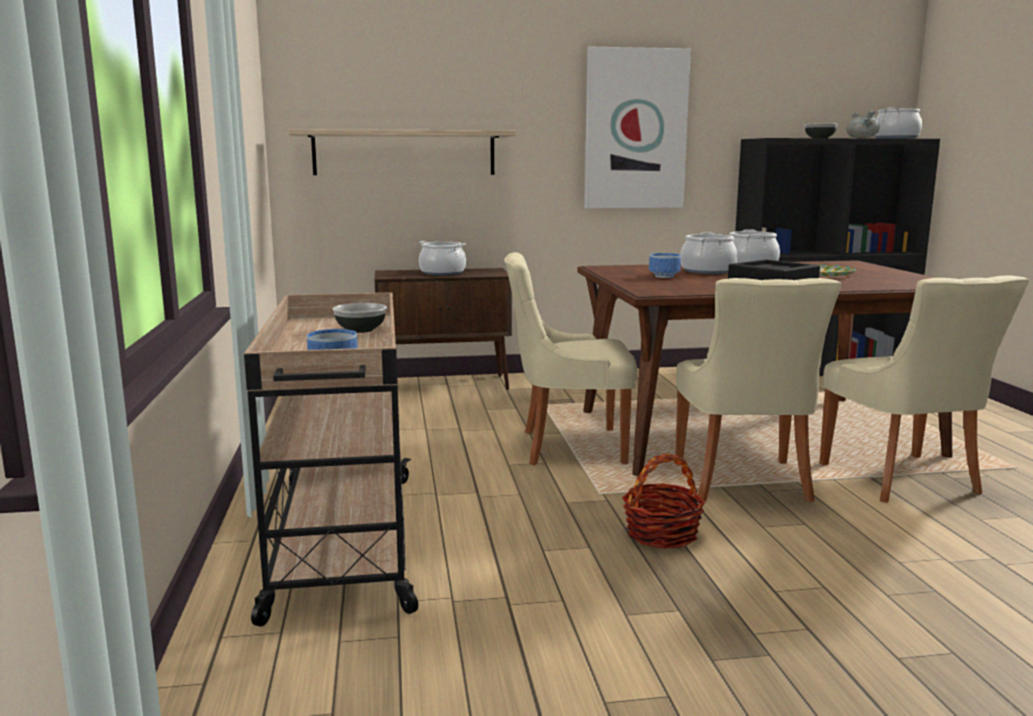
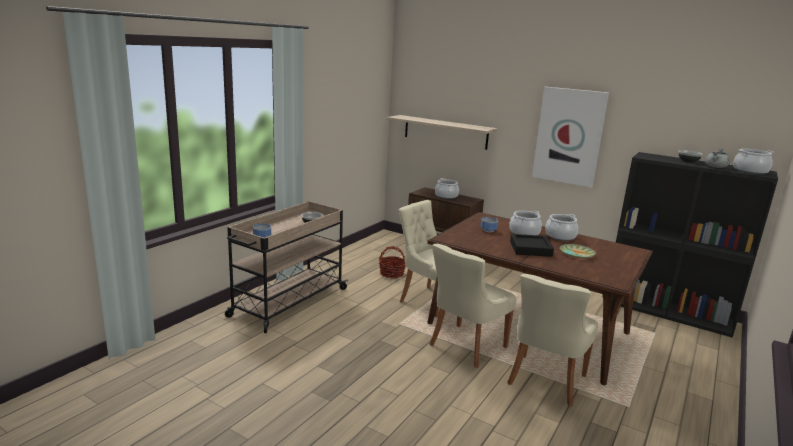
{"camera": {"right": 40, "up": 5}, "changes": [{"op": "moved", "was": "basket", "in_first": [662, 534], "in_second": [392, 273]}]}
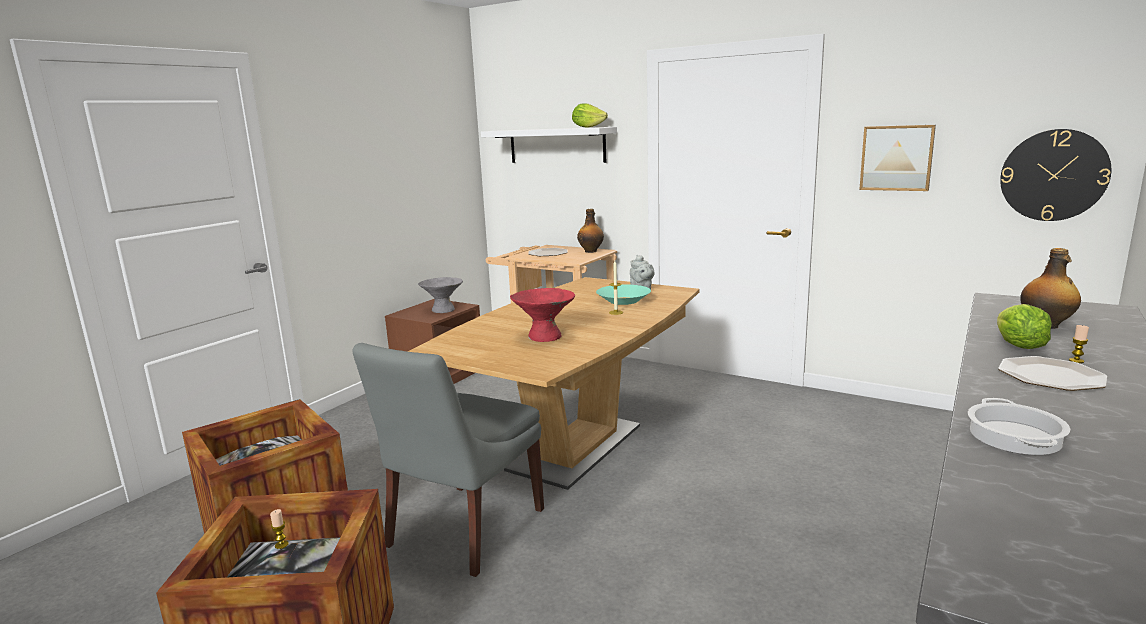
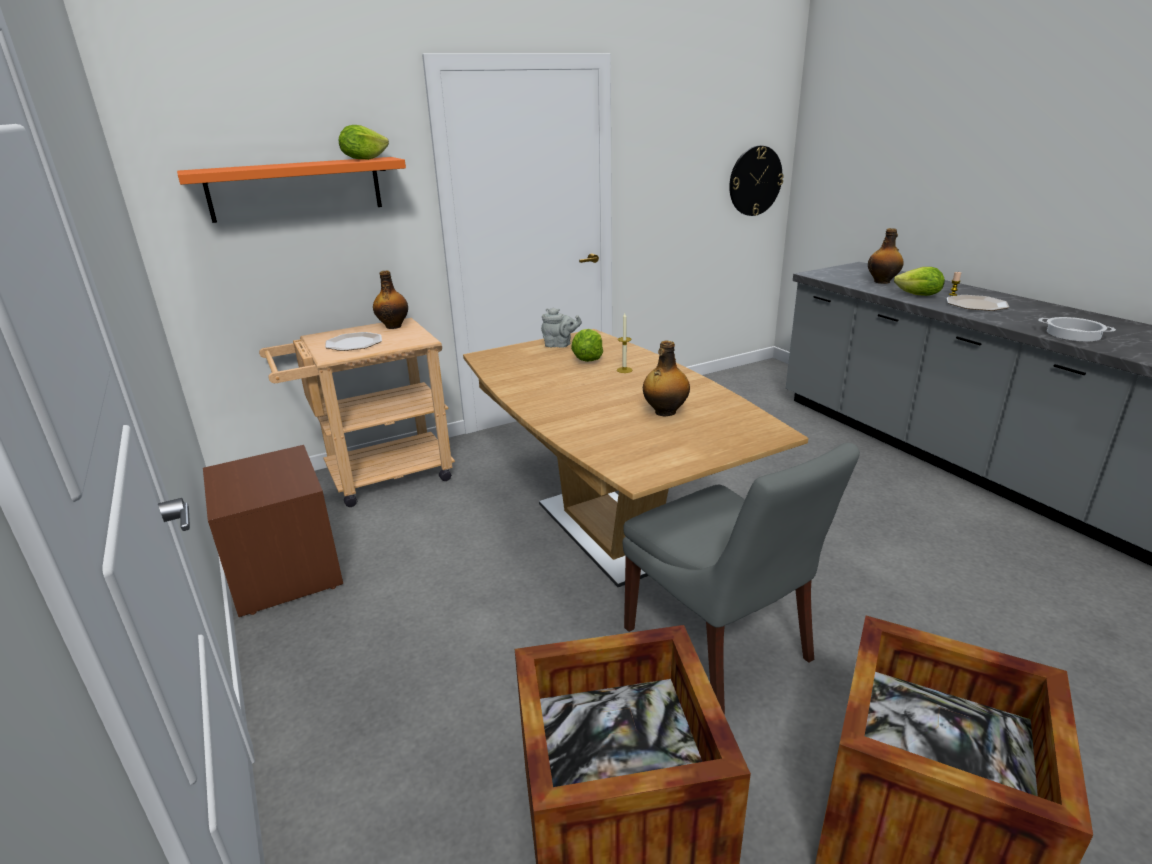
{"camera": {"right": -60, "up": 10}, "changes": [{"op": "removed", "was": "candle", "in_first": [281, 545]}, {"op": "removed", "was": "grey bowl", "in_first": [443, 310]}, {"op": "removed", "was": "picture", "in_first": [896, 158]}, {"op": "replaced", "was": "red bowl", "now": "bottle", "in_first": [544, 336], "in_second": [664, 412]}, {"op": "replaced", "was": "turquoise bowl", "now": "lettuce", "in_first": [623, 300], "in_second": [588, 359]}, {"op": "recoloured", "was": "white shelf", "now": "orange shelf", "in_first": [557, 145], "in_second": [296, 189]}]}
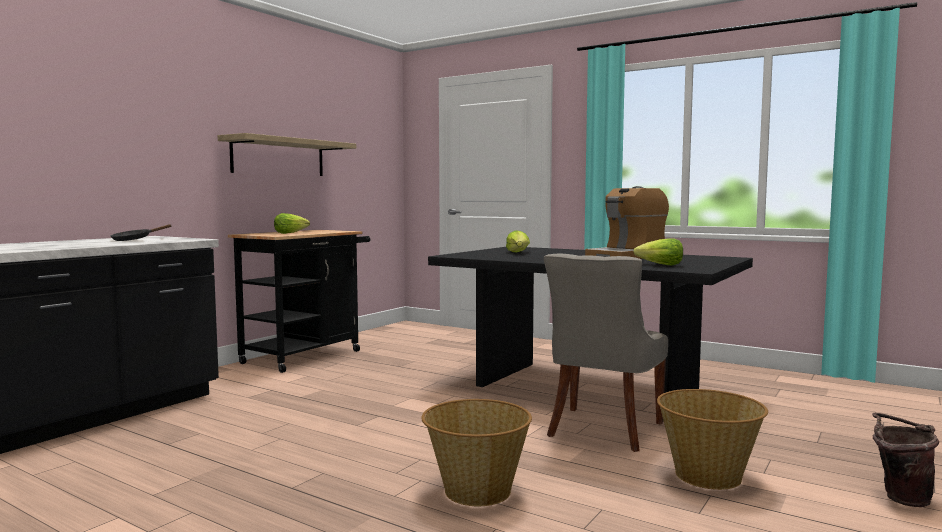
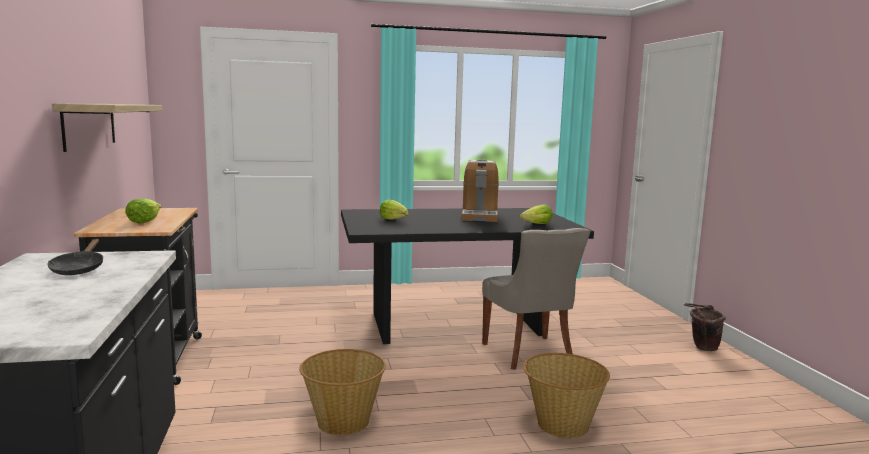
{"camera": {"right": -45, "up": 5}, "changes": [{"op": "moved", "was": "basket", "in_first": [708, 475], "in_second": [343, 421]}]}
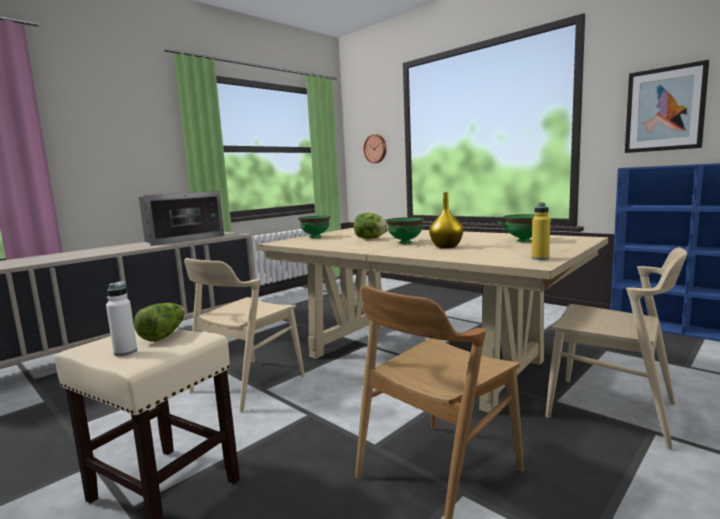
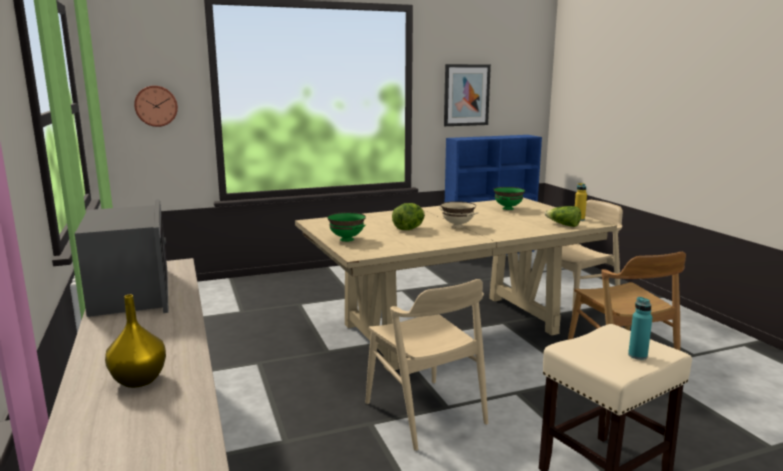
{"camera": {"right": -65, "up": 5}, "changes": [{"op": "moved", "was": "lettuce", "in_first": [164, 335], "in_second": [563, 225]}, {"op": "moved", "was": "yellow vase", "in_first": [446, 247], "in_second": [139, 381]}, {"op": "recoloured", "was": "white bottle", "now": "turquoise bottle", "in_first": [125, 352], "in_second": [637, 355]}, {"op": "recoloured", "was": "green bowl", "now": "beige bowl", "in_first": [405, 242], "in_second": [457, 226]}]}
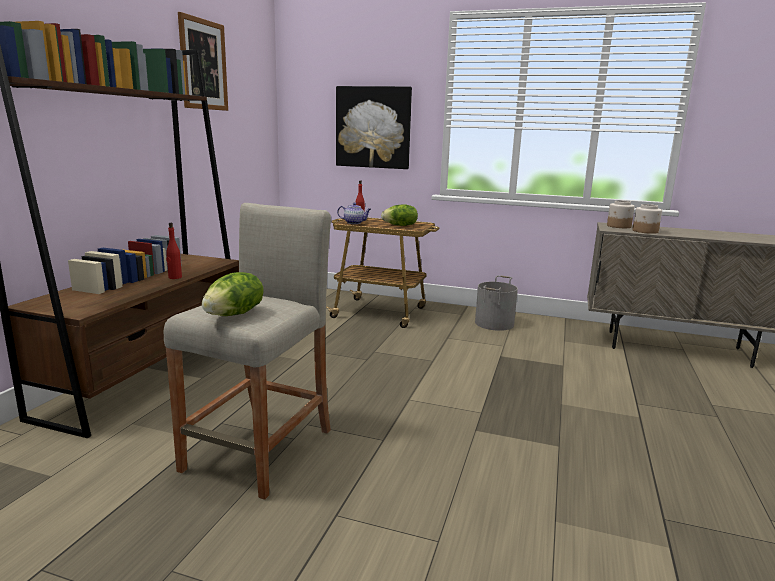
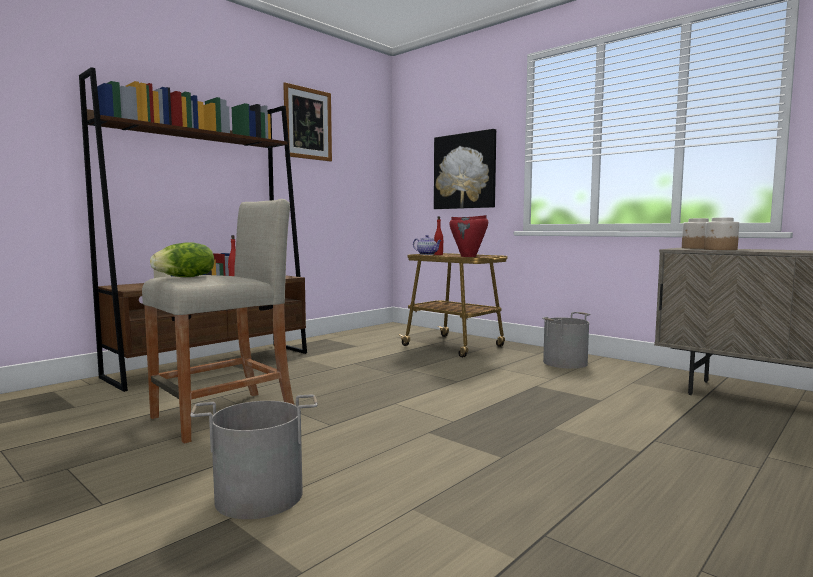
{"camera": {"right": 25, "up": -10}, "changes": [{"op": "added", "now": "grey bucket", "in_second": [259, 495]}, {"op": "replaced", "was": "lettuce", "now": "red cooking pot", "in_first": [400, 225], "in_second": [468, 256]}]}
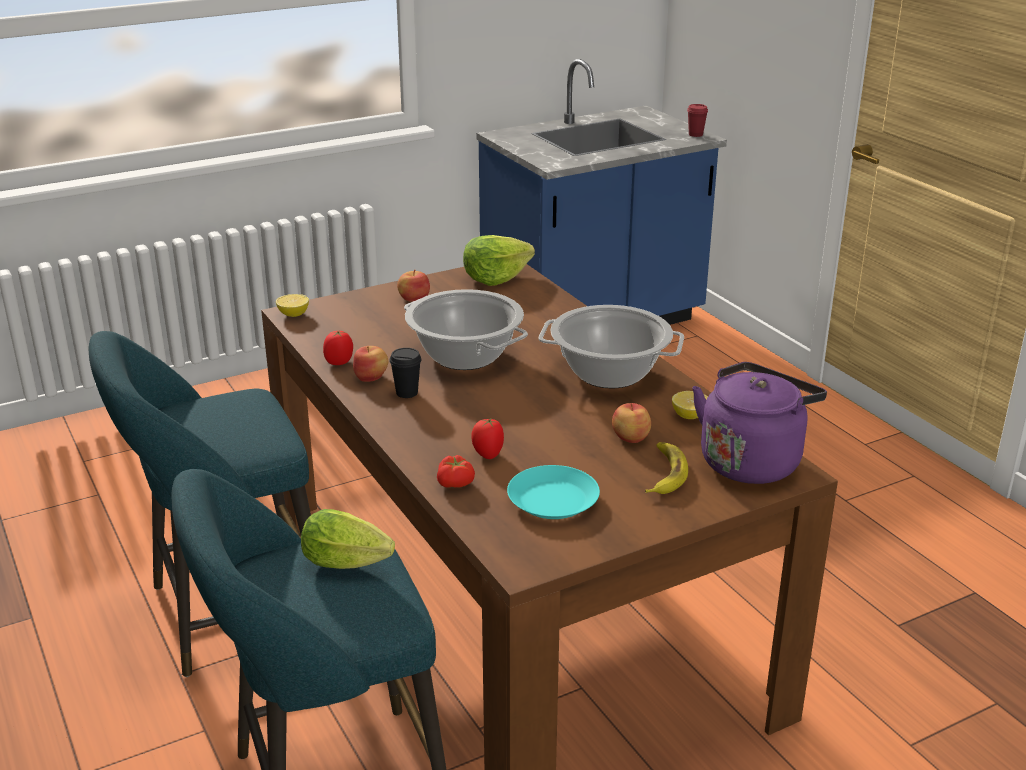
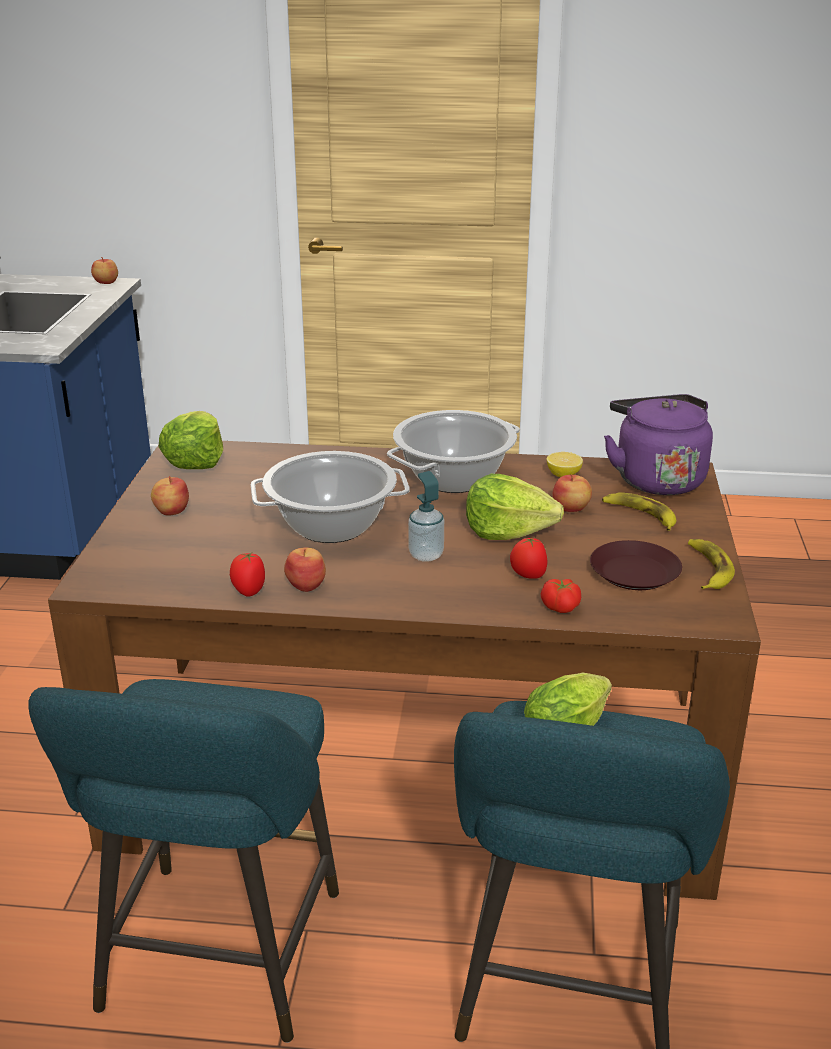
{"camera": {"right": -55, "up": 0}, "changes": [{"op": "removed", "was": "lemon", "in_first": [293, 314]}, {"op": "removed", "was": "black cup", "in_first": [407, 393]}, {"op": "added", "now": "soap dispenser", "in_second": [426, 555]}, {"op": "added", "now": "lettuce", "in_second": [508, 531]}, {"op": "added", "now": "banana", "in_second": [707, 569]}, {"op": "replaced", "was": "red cup", "now": "apple", "in_first": [695, 134], "in_second": [106, 282]}, {"op": "recoloured", "was": "turquoise plate", "now": "brown plate", "in_first": [554, 500], "in_second": [635, 573]}]}
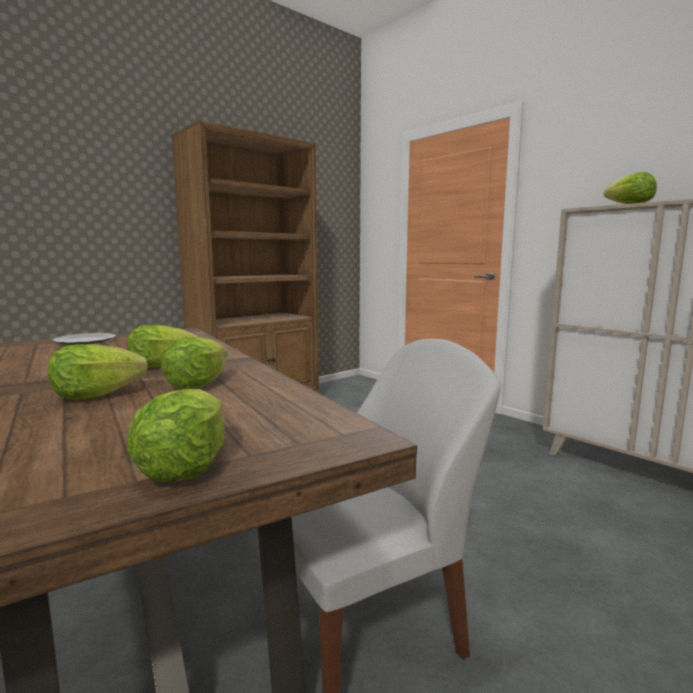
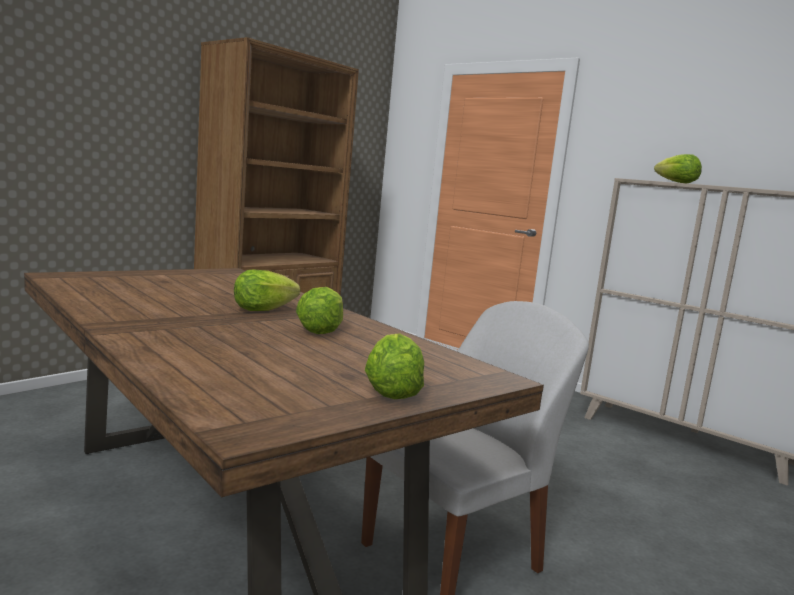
{"camera": {"right": -10, "up": 0}, "changes": [{"op": "removed", "was": "lettuce", "in_first": [96, 395]}, {"op": "removed", "was": "plate", "in_first": [84, 341]}]}
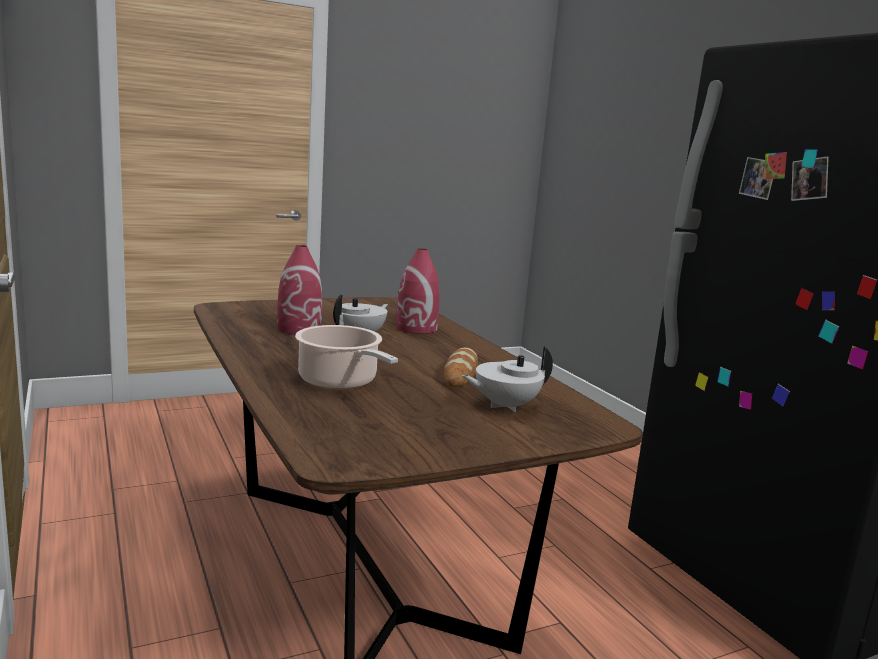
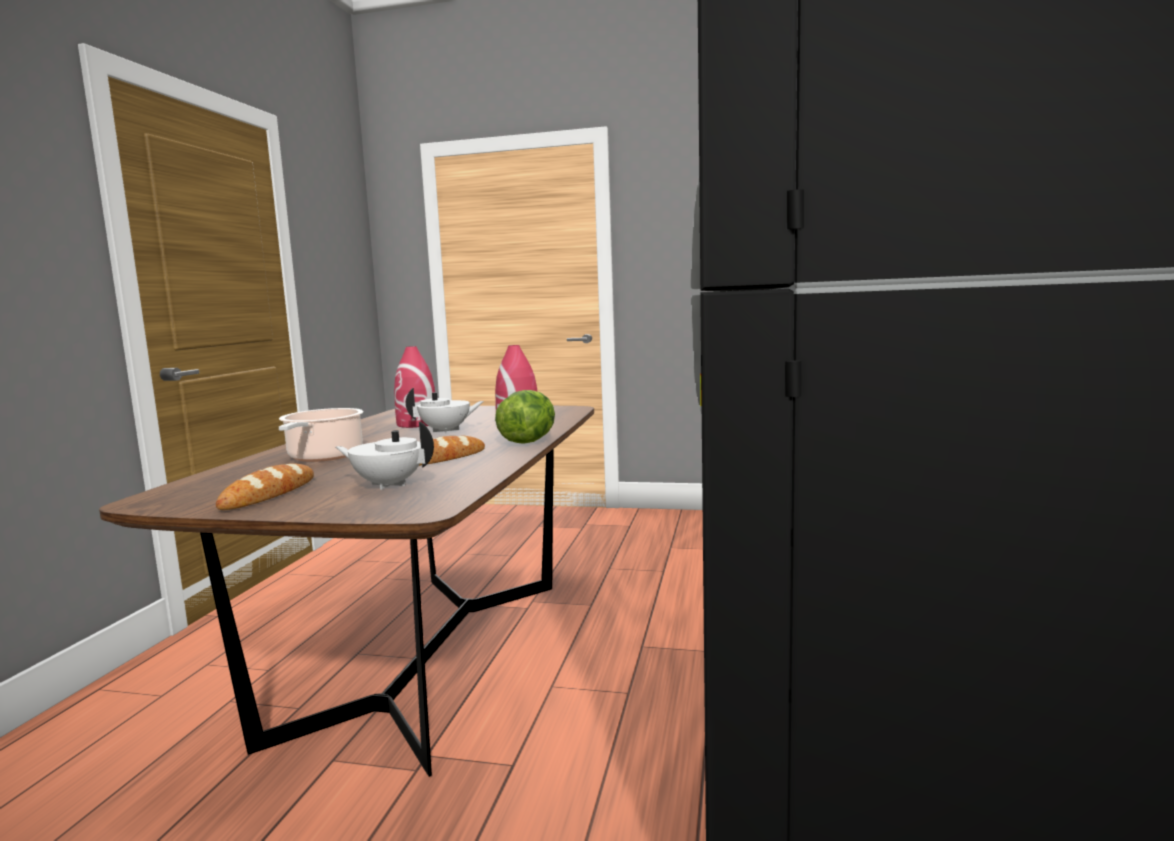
{"camera": {"right": 40, "up": -5}, "changes": [{"op": "added", "now": "bread", "in_second": [269, 494]}, {"op": "added", "now": "lettuce", "in_second": [528, 441]}]}
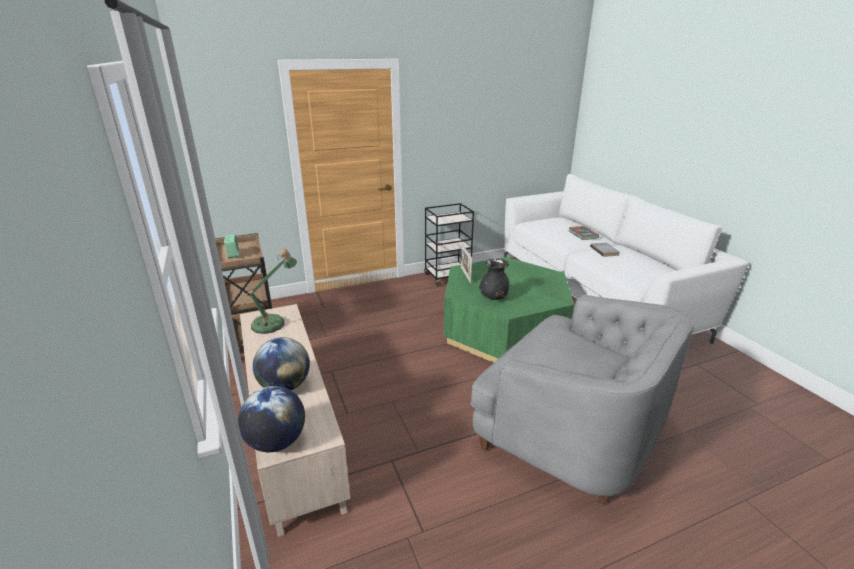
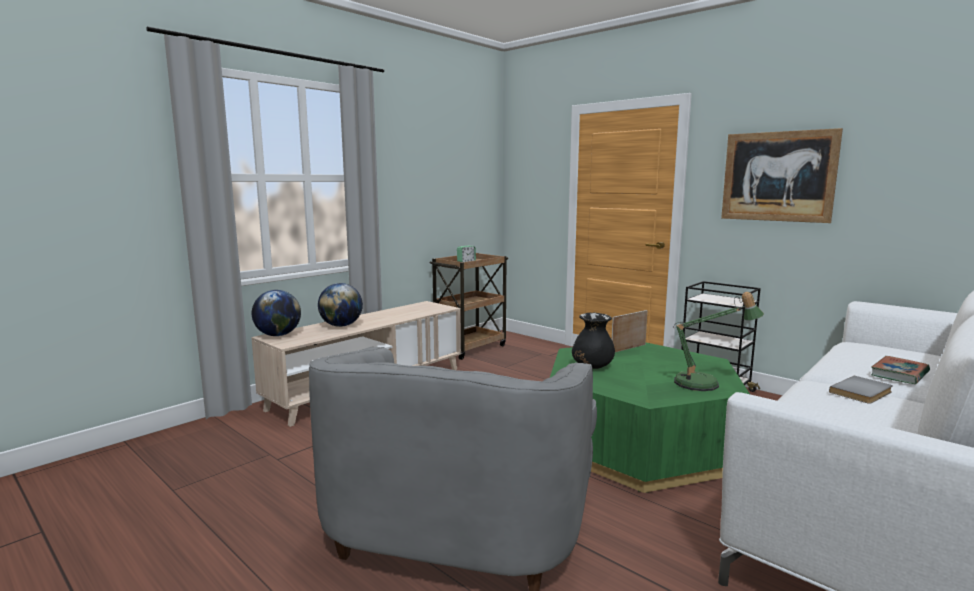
{"camera": {"right": 65, "up": -15}, "changes": [{"op": "added", "now": "picture", "in_second": [778, 176]}, {"op": "moved", "was": "table lamp", "in_first": [273, 322], "in_second": [704, 384]}]}
